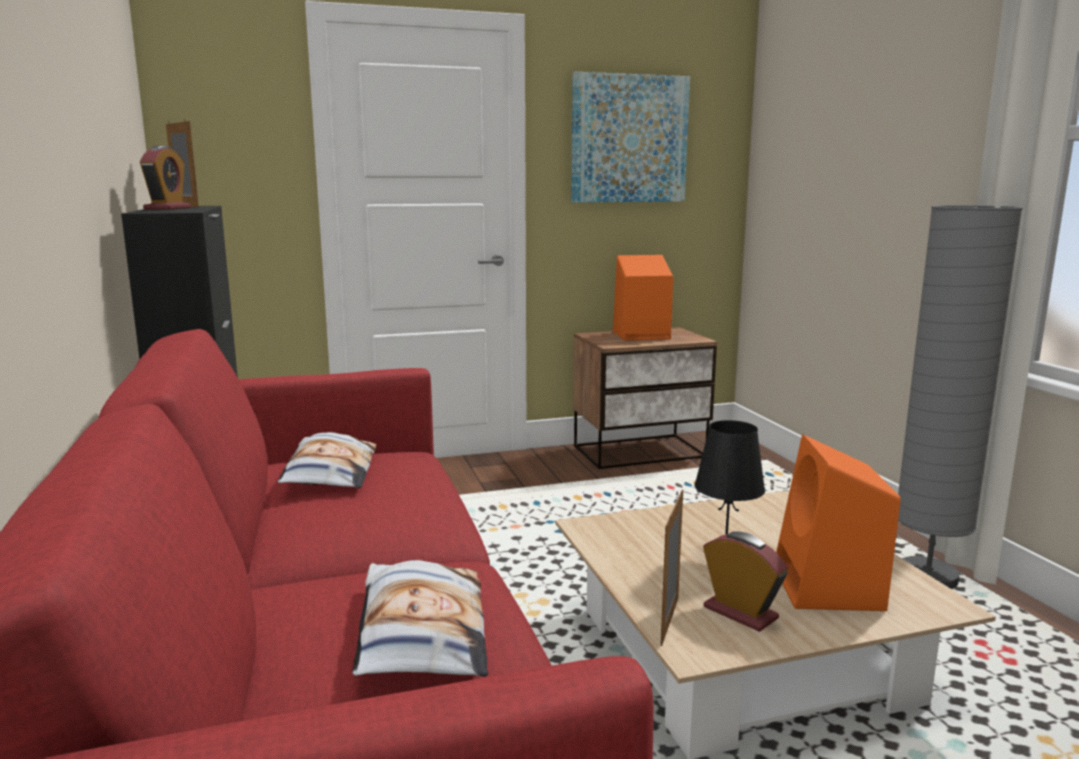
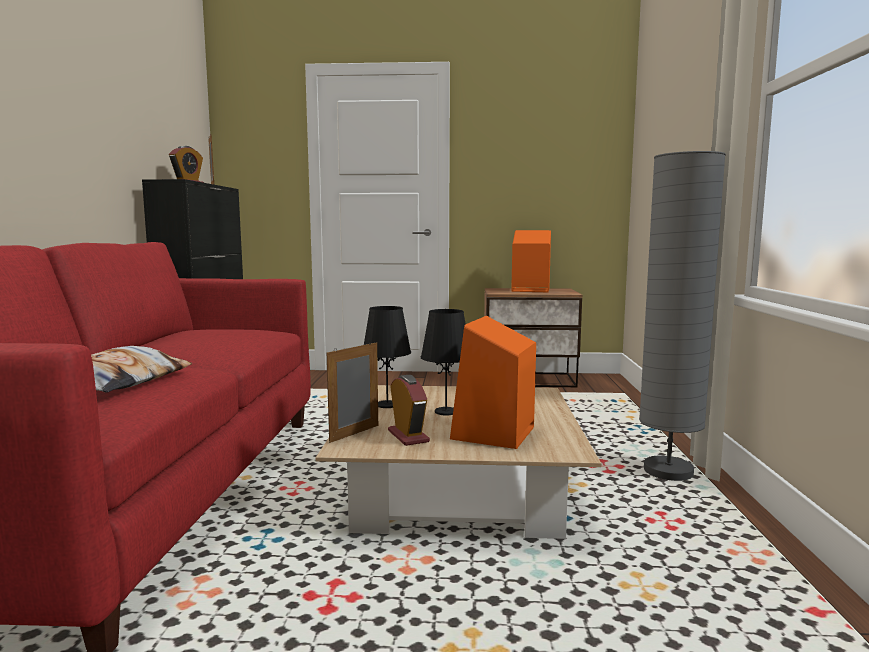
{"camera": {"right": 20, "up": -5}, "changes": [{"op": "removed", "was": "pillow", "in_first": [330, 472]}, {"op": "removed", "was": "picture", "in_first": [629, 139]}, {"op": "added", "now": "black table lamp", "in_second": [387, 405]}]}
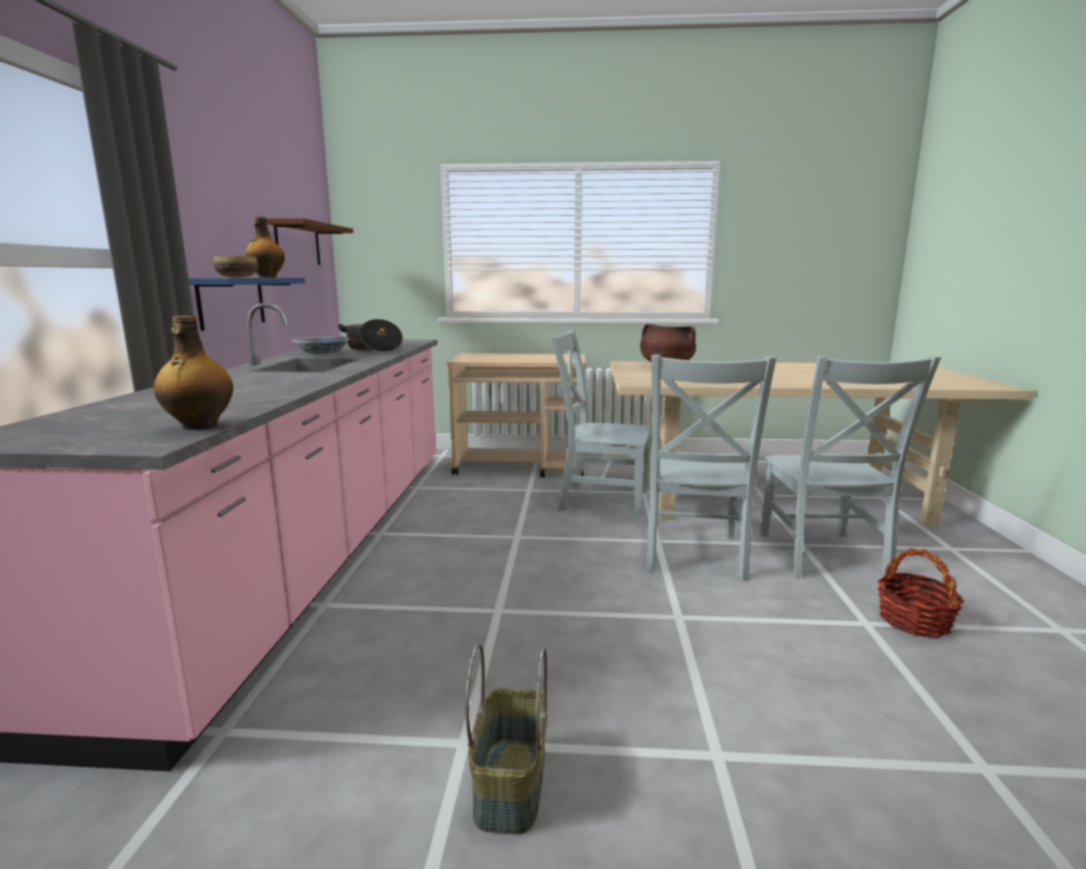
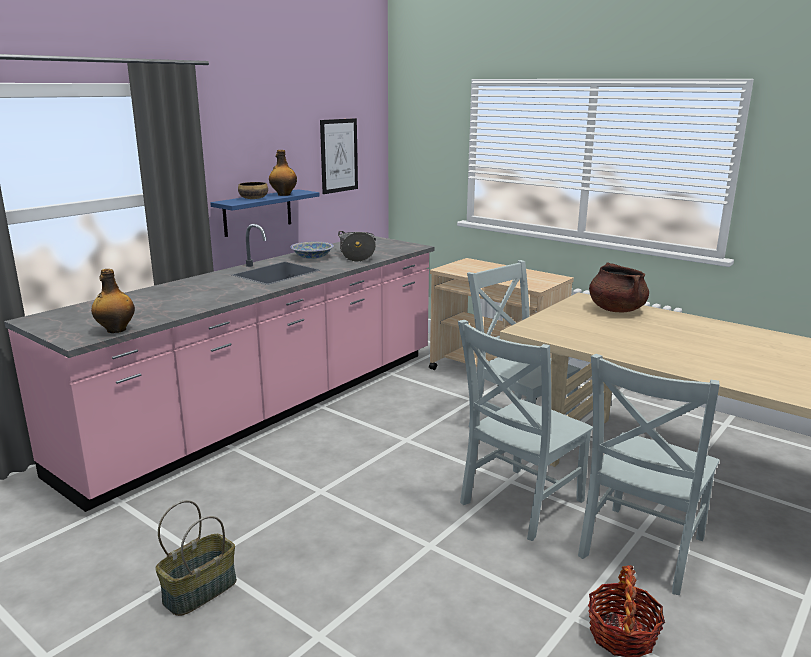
{"camera": {"right": 35, "up": 5}, "changes": [{"op": "replaced", "was": "brown shelf", "now": "picture", "in_first": [298, 244], "in_second": [339, 155]}]}
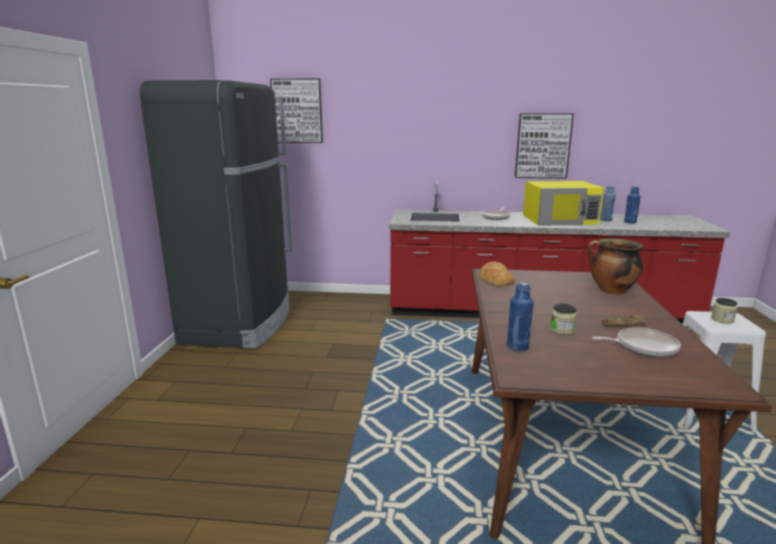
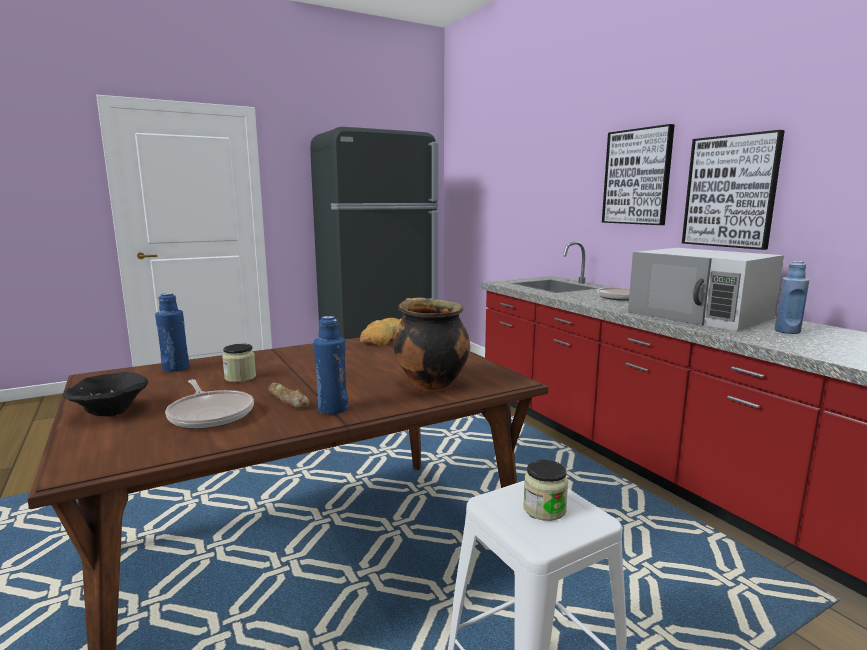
{"camera": {"right": 55, "up": -5}, "changes": [{"op": "added", "now": "black bowl", "in_second": [109, 412]}, {"op": "moved", "was": "picture", "in_first": [297, 111], "in_second": [637, 177]}, {"op": "moved", "was": "blue bottle", "in_first": [630, 222], "in_second": [332, 409]}, {"op": "recoloured", "was": "yellow microwave", "now": "white microwave", "in_first": [560, 219], "in_second": [700, 315]}]}
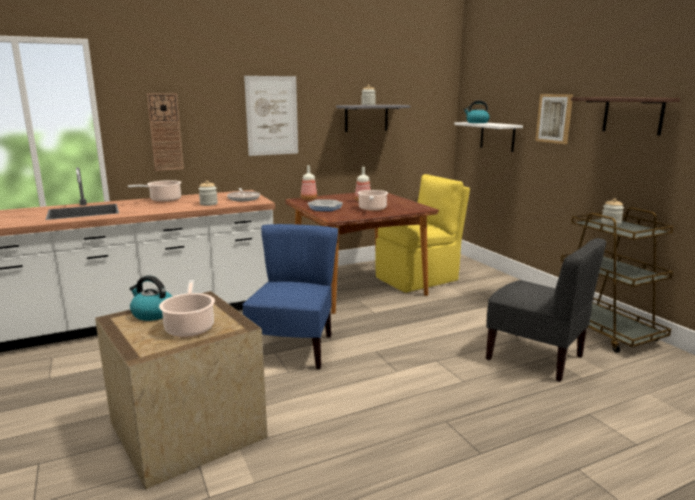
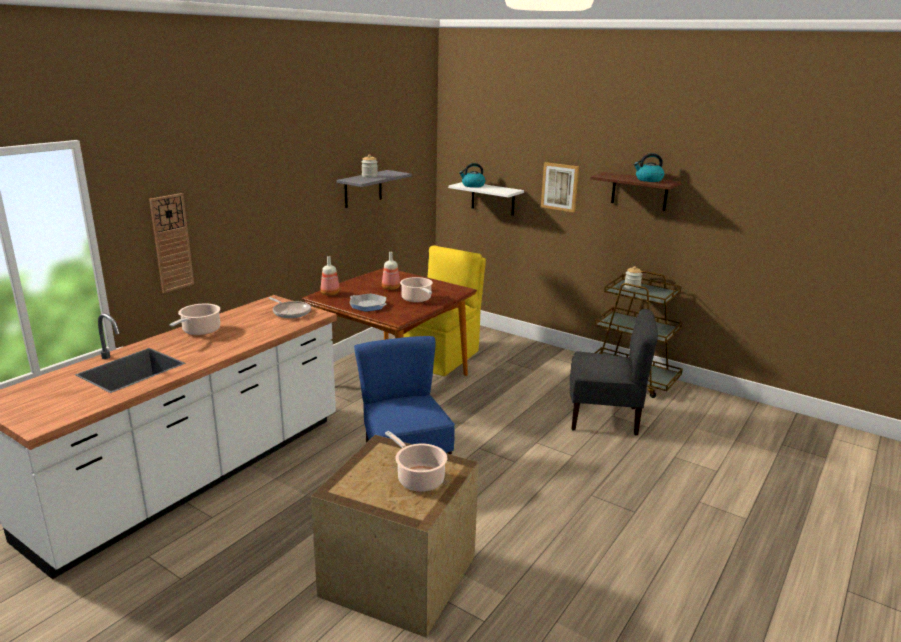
{"camera": {"right": -30, "up": 5}, "changes": [{"op": "removed", "was": "jar", "in_first": [208, 204]}, {"op": "removed", "was": "picture", "in_first": [272, 116]}, {"op": "moved", "was": "kettle", "in_first": [152, 313], "in_second": [648, 180]}]}
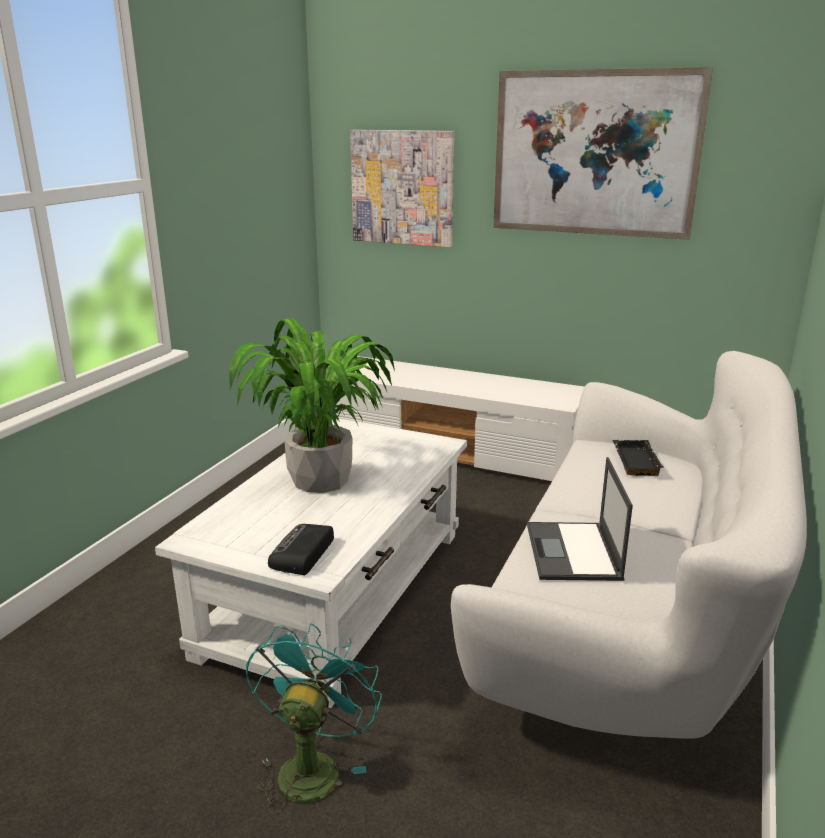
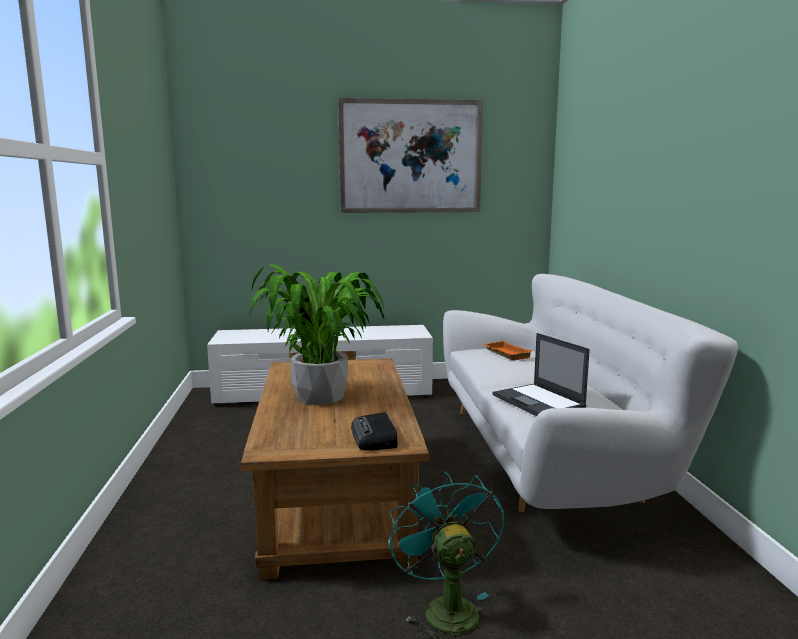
{"camera": {"right": -30, "up": -10}, "changes": [{"op": "removed", "was": "picture", "in_first": [402, 188]}, {"op": "recoloured", "was": "white coffee table", "now": "brown coffee table", "in_first": [336, 591], "in_second": [336, 496]}, {"op": "recoloured", "was": "black tray", "now": "orange tray", "in_first": [633, 461], "in_second": [505, 354]}]}
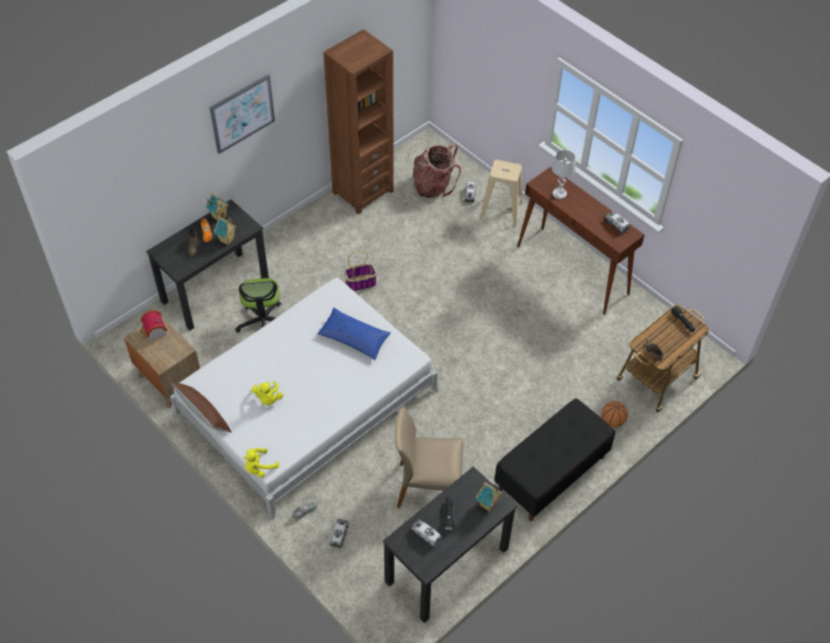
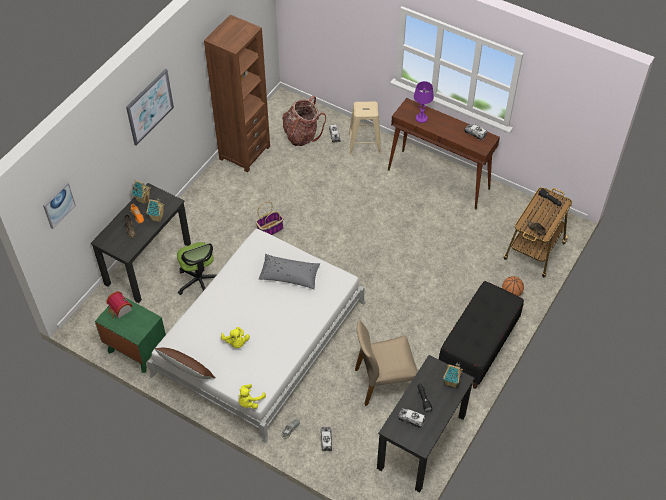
{"camera": {"right": -15, "up": 0}, "changes": [{"op": "added", "now": "picture", "in_second": [58, 205]}, {"op": "recoloured", "was": "brown nightstand", "now": "green nightstand", "in_first": [169, 380], "in_second": [136, 349]}, {"op": "recoloured", "was": "blue pillow", "now": "grey pillow", "in_first": [354, 338], "in_second": [289, 275]}, {"op": "recoloured", "was": "white table lamp", "now": "purple table lamp", "in_first": [559, 194], "in_second": [421, 118]}]}
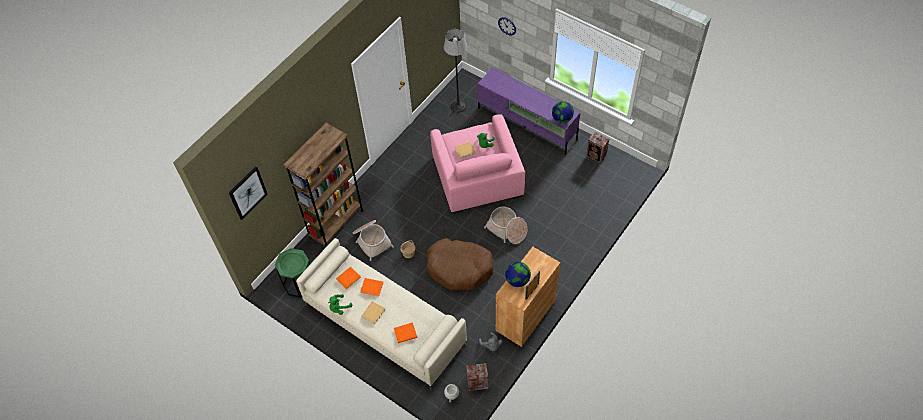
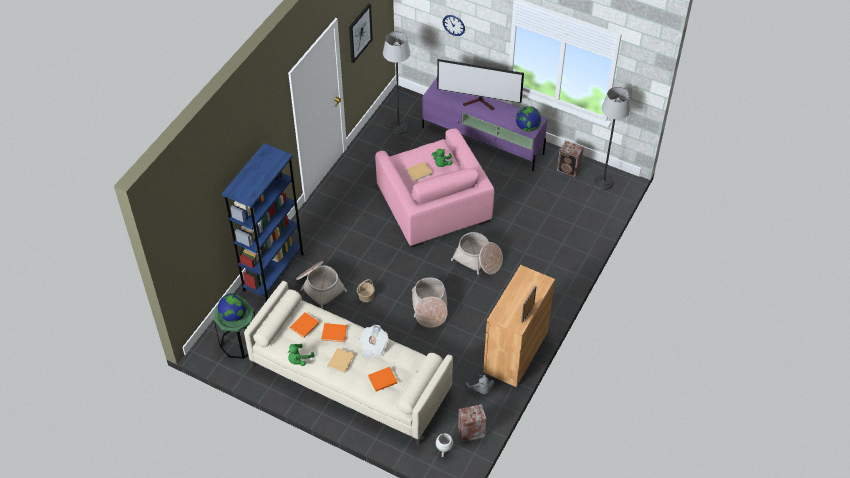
{"camera": {"right": -10, "up": -5}, "changes": [{"op": "added", "now": "newspaper", "in_second": [373, 347]}, {"op": "added", "now": "television", "in_second": [480, 103]}, {"op": "added", "now": "floor lamp", "in_second": [603, 183]}, {"op": "moved", "was": "picture", "in_first": [247, 192], "in_second": [360, 32]}, {"op": "moved", "was": "globe", "in_first": [517, 280], "in_second": [233, 315]}, {"op": "replaced", "was": "brown dog bed", "now": "basket", "in_first": [459, 268], "in_second": [429, 307]}, {"op": "recoloured", "was": "brown bookcase", "now": "blue bookcase", "in_first": [336, 223], "in_second": [273, 271]}]}
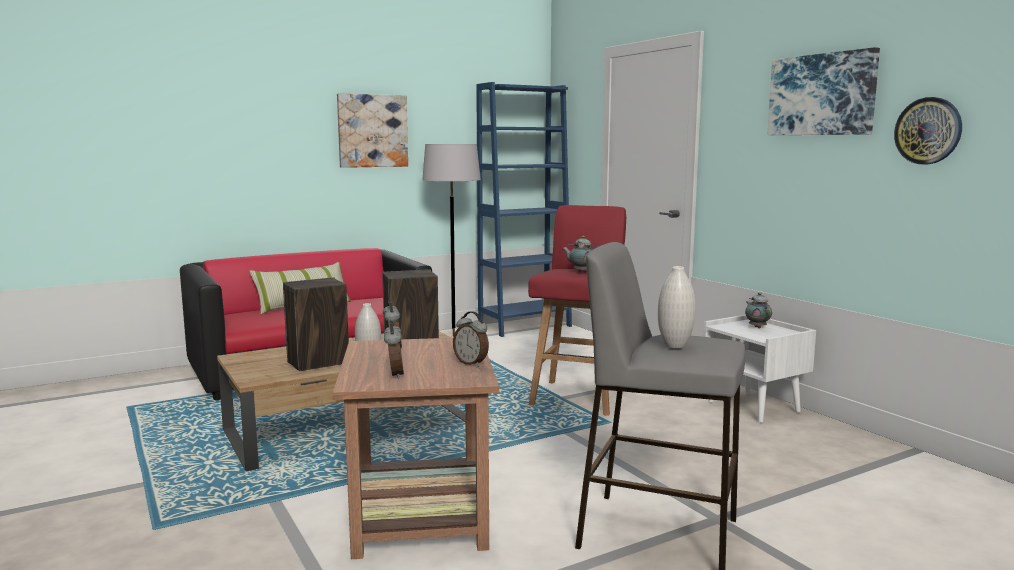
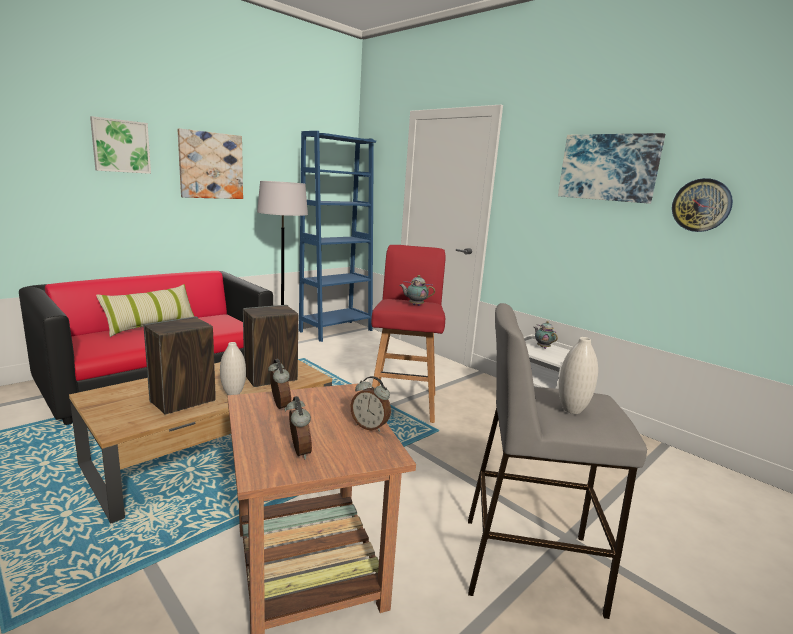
{"camera": {"right": -15, "up": 5}, "changes": [{"op": "added", "now": "picture", "in_second": [121, 146]}]}
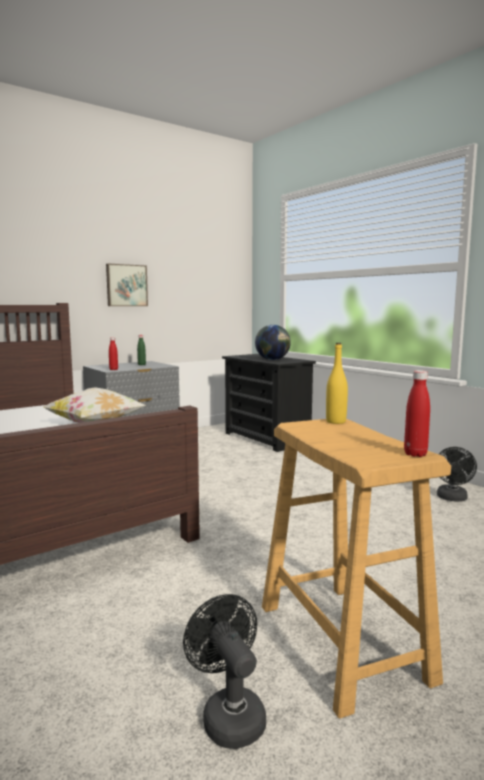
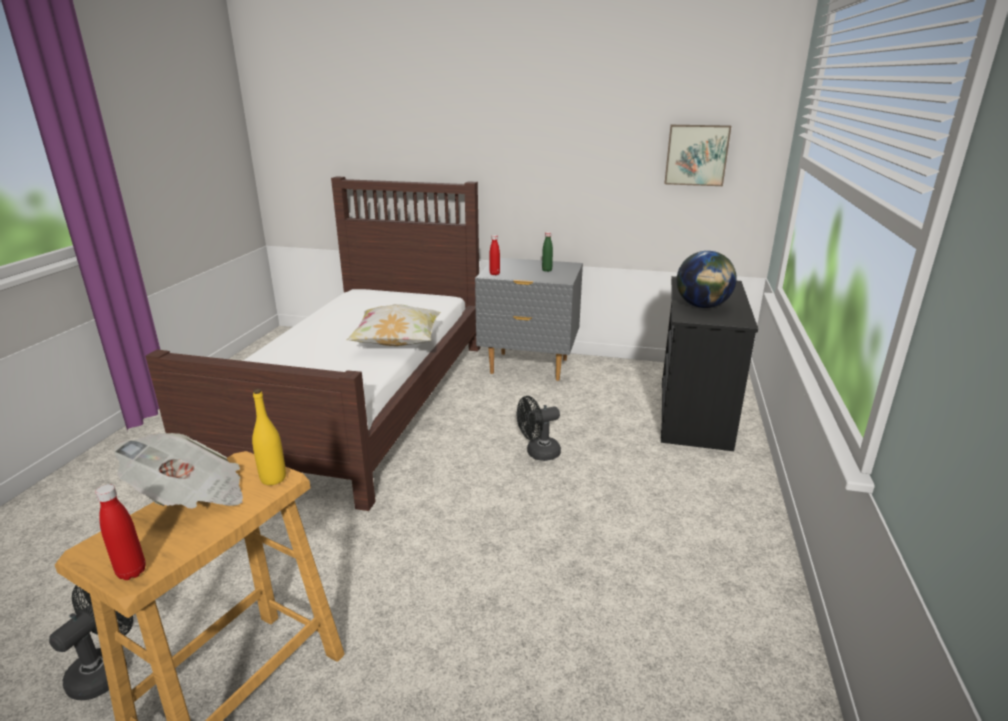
{"camera": {"right": 50, "up": 15}, "changes": [{"op": "added", "now": "newspaper", "in_second": [191, 496]}, {"op": "moved", "was": "picture", "in_first": [126, 285], "in_second": [696, 155]}, {"op": "moved", "was": "black fan", "in_first": [452, 498], "in_second": [538, 453]}]}
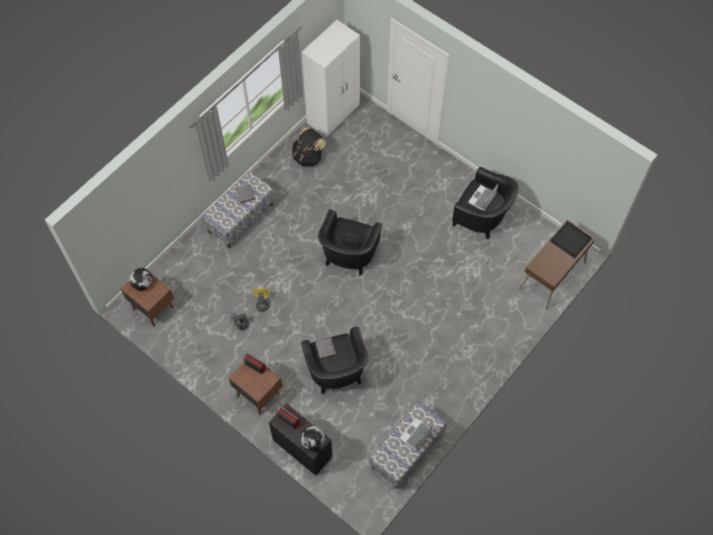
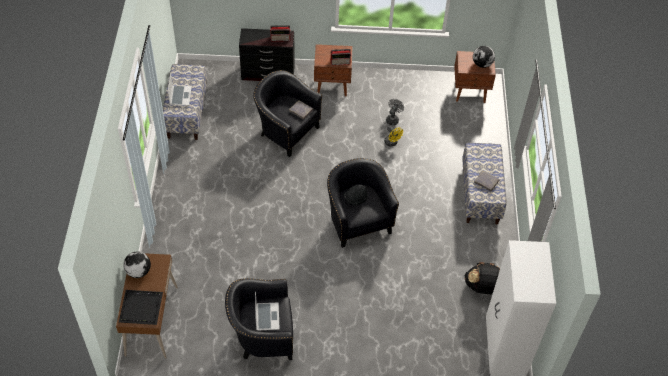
{"camera": {"right": 140, "up": -10}, "changes": [{"op": "moved", "was": "globe", "in_first": [313, 442], "in_second": [138, 271]}]}
